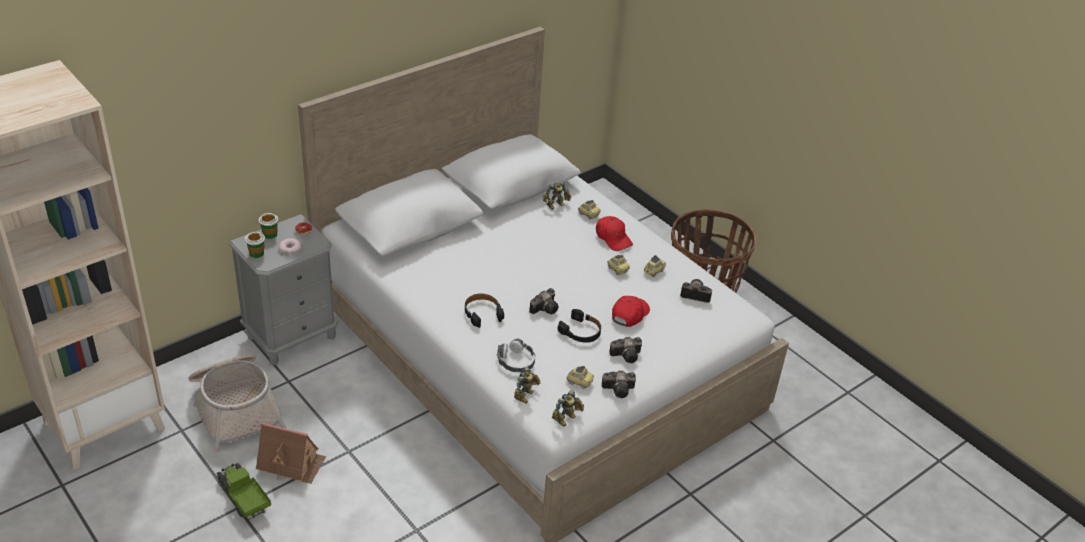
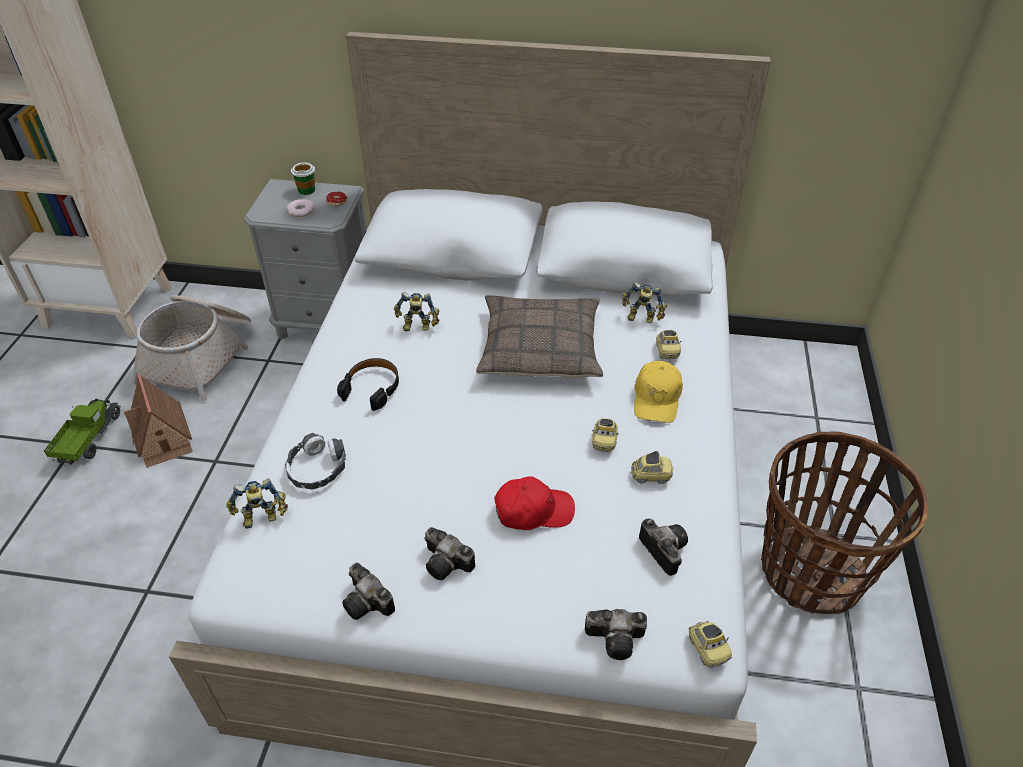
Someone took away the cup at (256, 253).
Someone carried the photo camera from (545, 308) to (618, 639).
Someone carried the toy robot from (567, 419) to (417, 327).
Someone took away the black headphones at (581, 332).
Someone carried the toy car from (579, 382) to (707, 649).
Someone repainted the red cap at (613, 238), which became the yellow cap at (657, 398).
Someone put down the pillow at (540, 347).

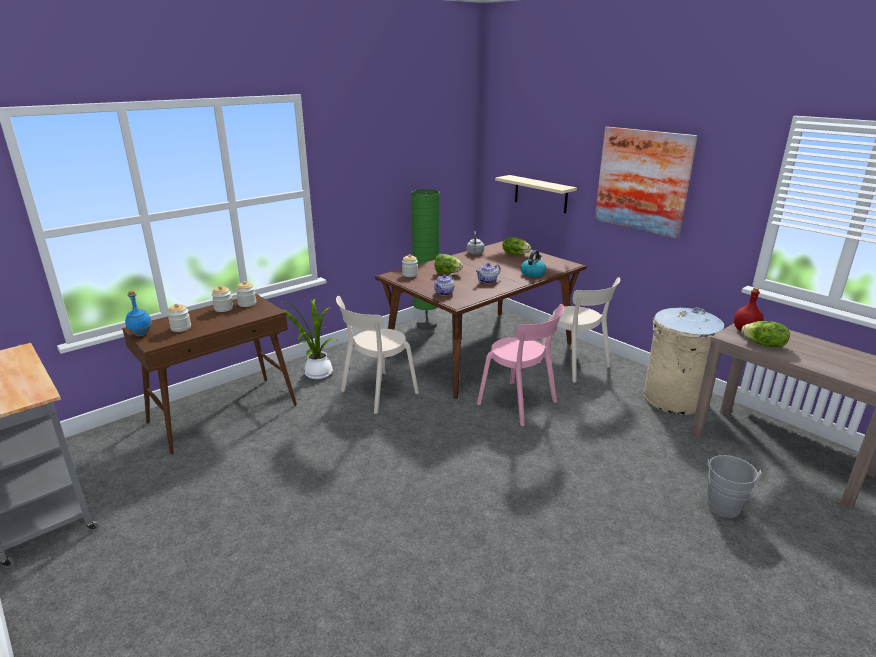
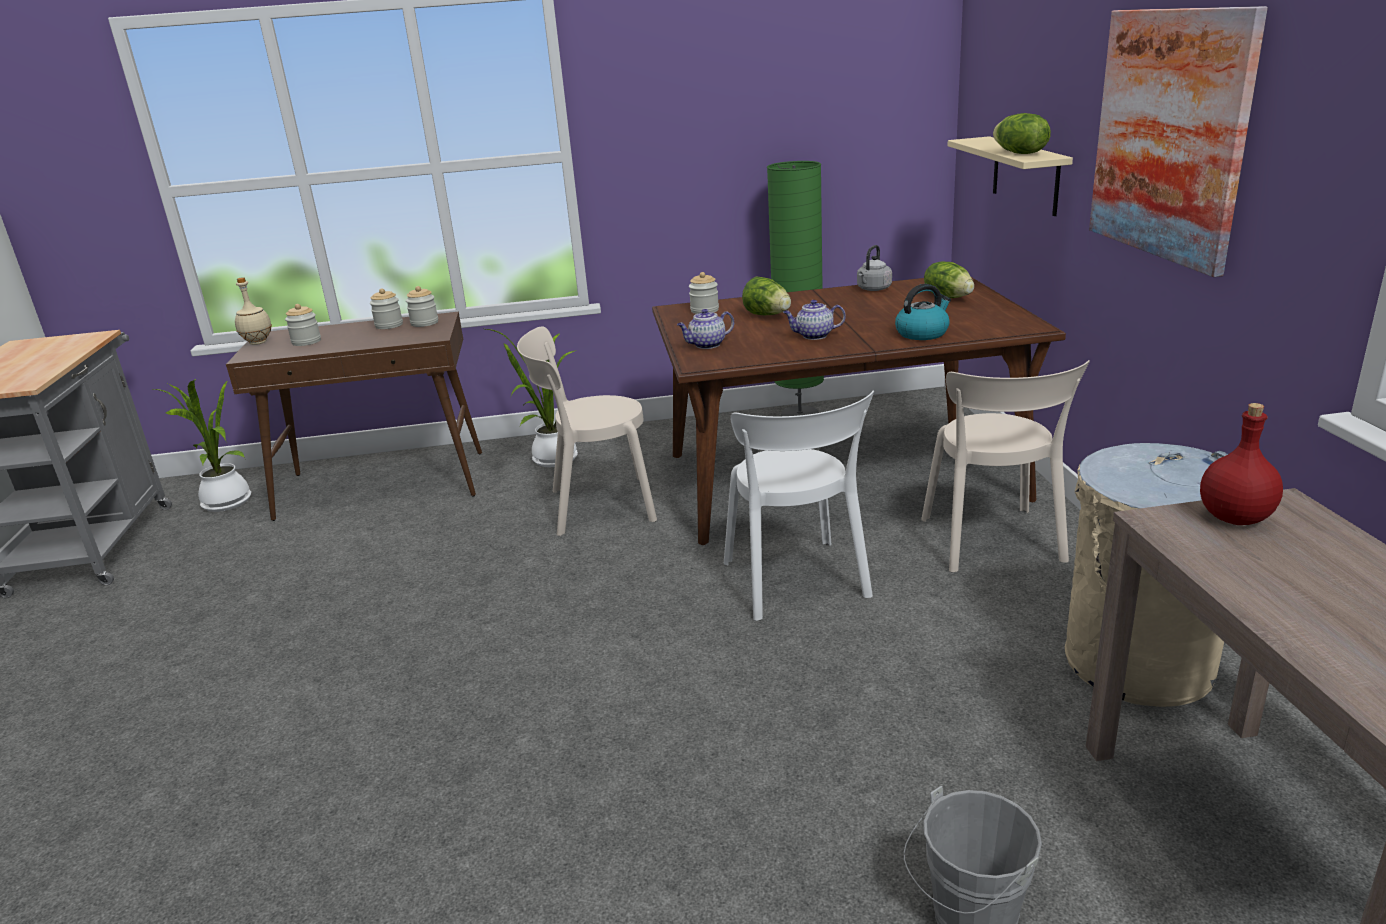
Someone repainted the blue bottle at (141, 334), which became the beige bottle at (257, 343).
Someone repainted the pink chair at (520, 404), which became the white chair at (797, 583).
Someone carried the lettuce from (764, 344) to (1019, 153).
Someone put down the potted plant at (227, 504).

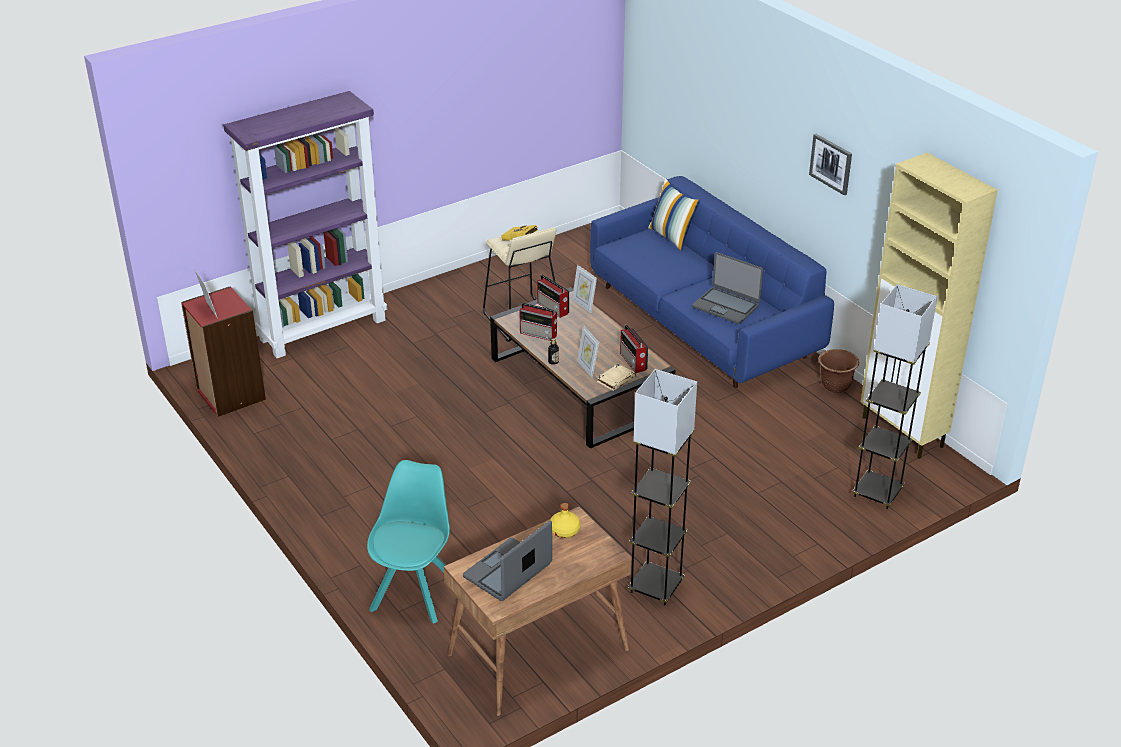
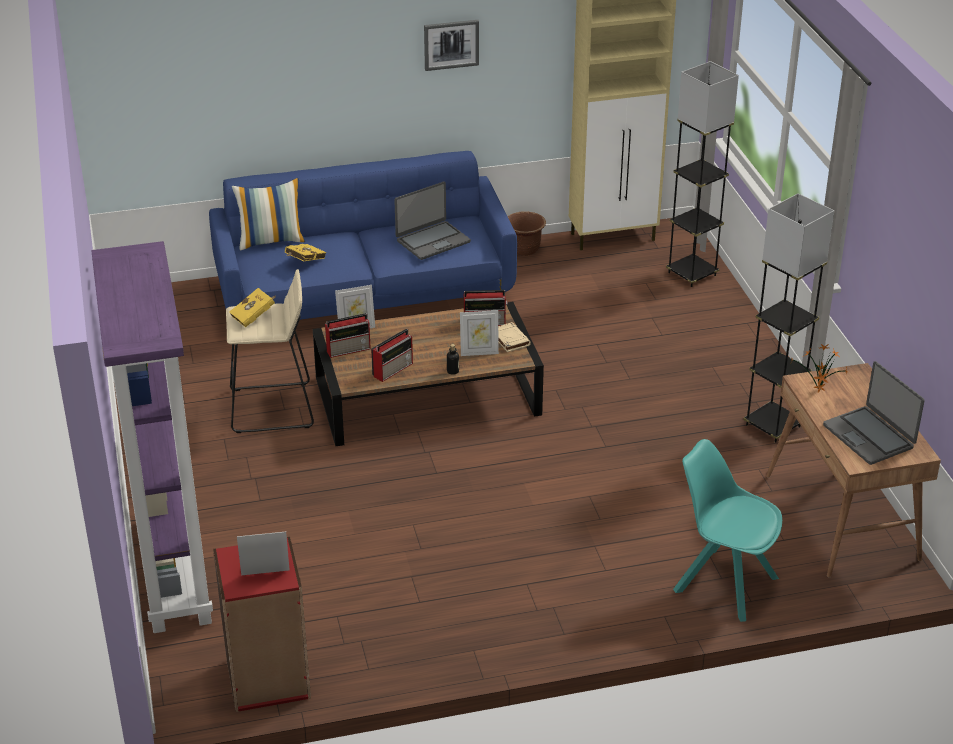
Someone swapped the yellow bottle at (564, 531) for the potted plant at (818, 391).
Someone put down the yellow book at (304, 262).

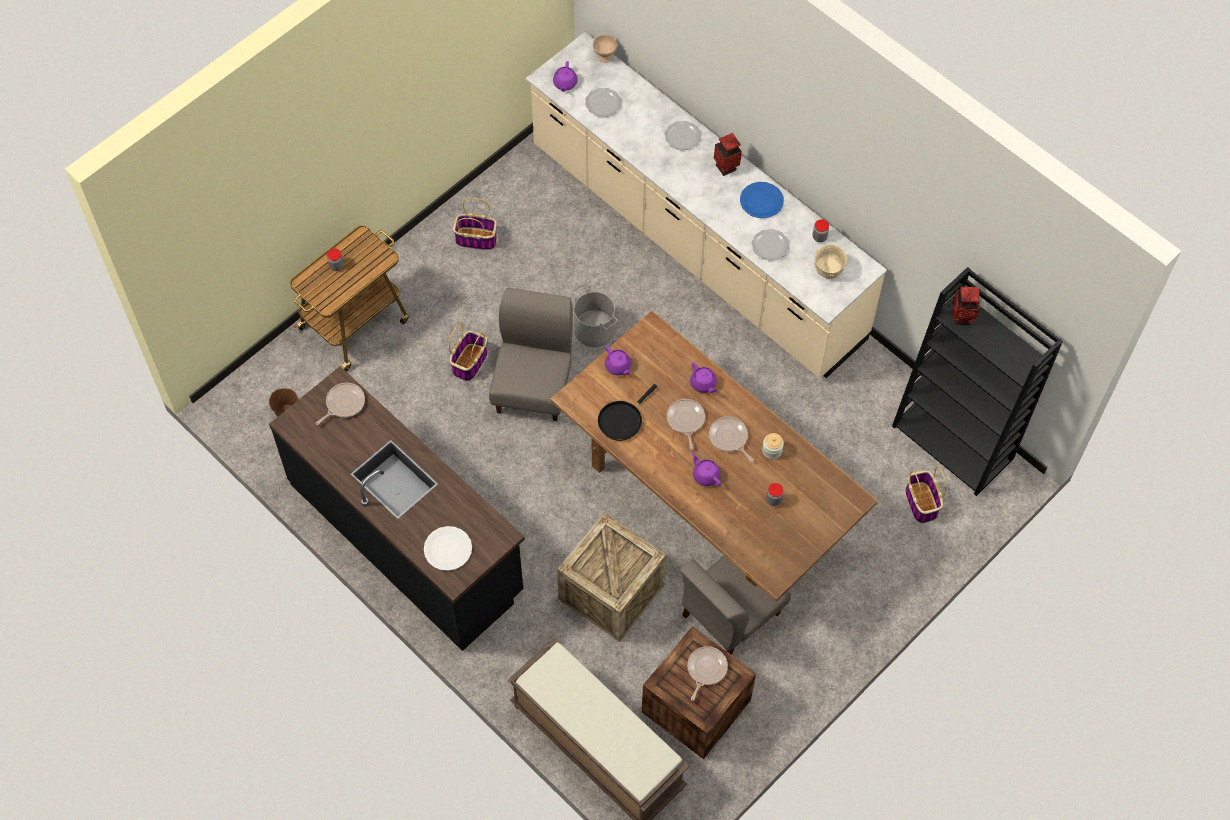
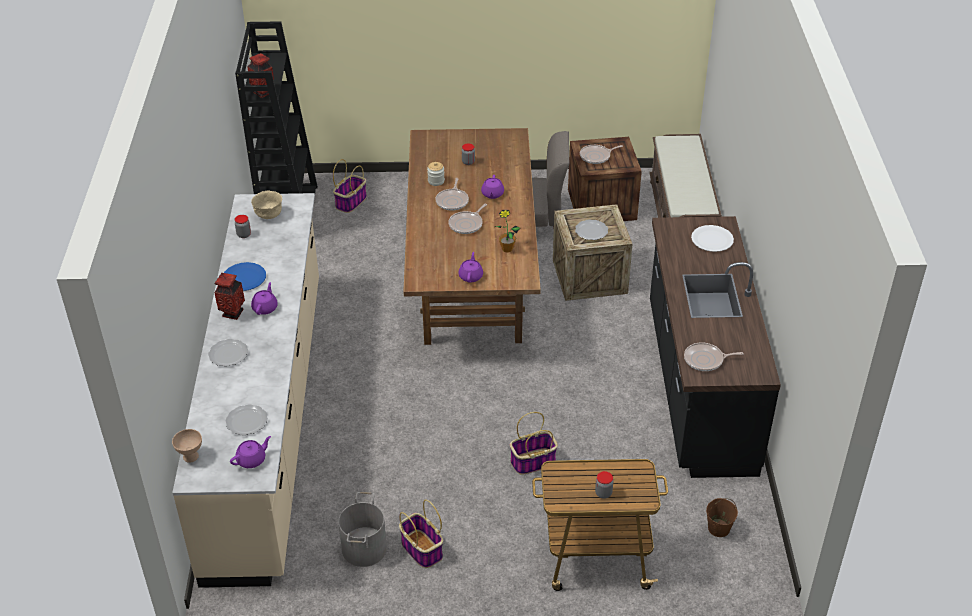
Someone took away the grey chair at (534, 387).
Someone carried the grey bucket from (595, 329) to (363, 548).
Someone swapped the black frying pan at (622, 420) for the potted plant at (507, 249).
Someone carried the purple teapot from (703, 384) to (265, 308).
Someone carried the plate from (770, 246) to (591, 231).

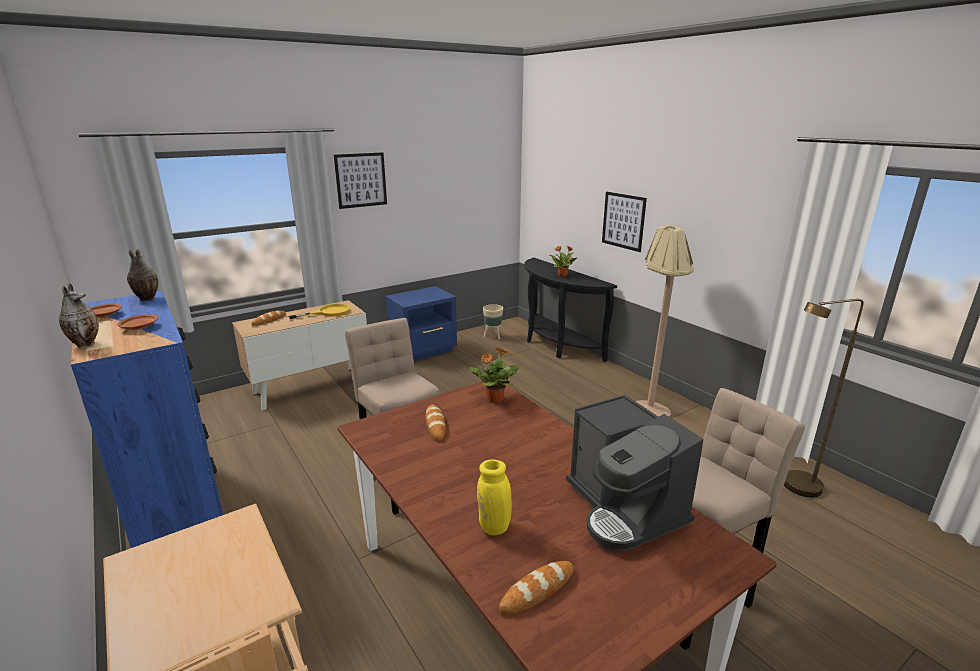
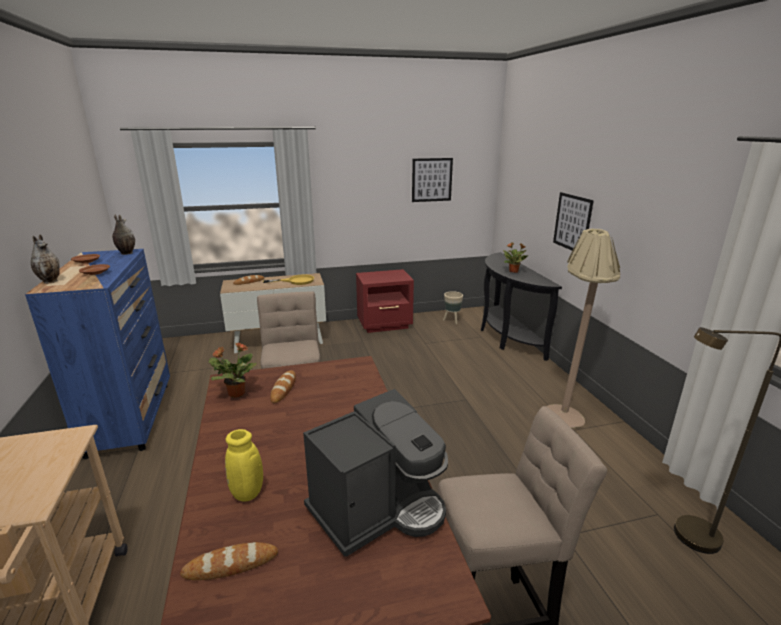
Someone carried the picture from (361, 180) to (432, 180).
Someone repainted the blue nightstand at (424, 350), which became the red nightstand at (385, 324).
Someone carried the potted plant from (494, 399) to (236, 393).
Someone rotated the coffee machine at (624, 508) by 120 degrees counterclockwise.

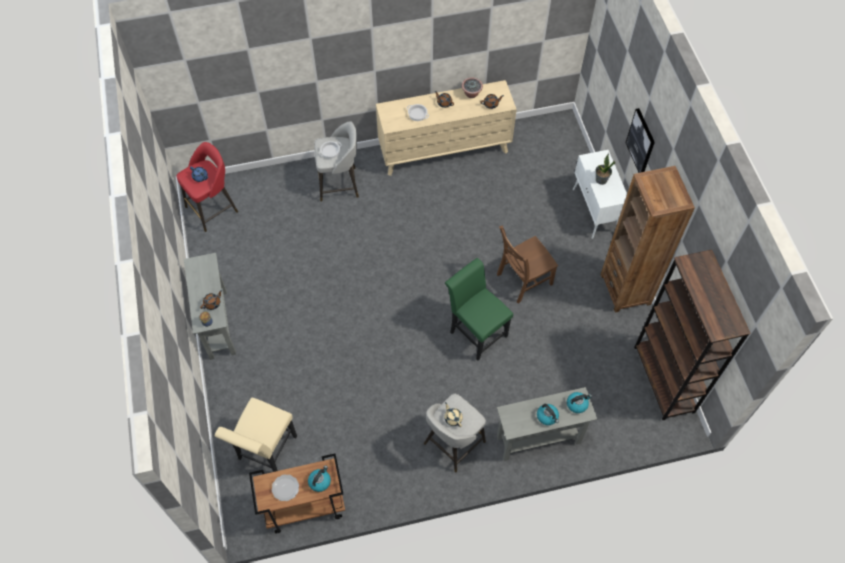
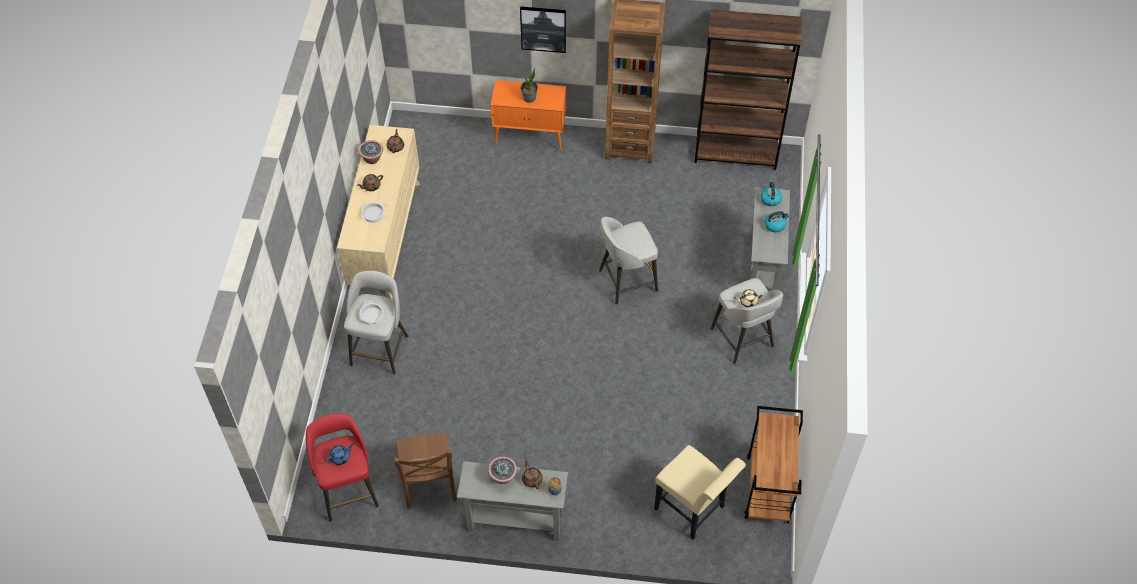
Someone took away the plate at (285, 488).
Someone took away the kettle at (320, 481).
Someone swapped the green chair at (475, 331) for the grey stool at (626, 281).
Someone carried the brown chair from (522, 280) to (429, 484).
Someone repainted the white cabinet at (595, 211), which became the orange cabinet at (530, 137).
Someone put down the potted plant at (503, 477).

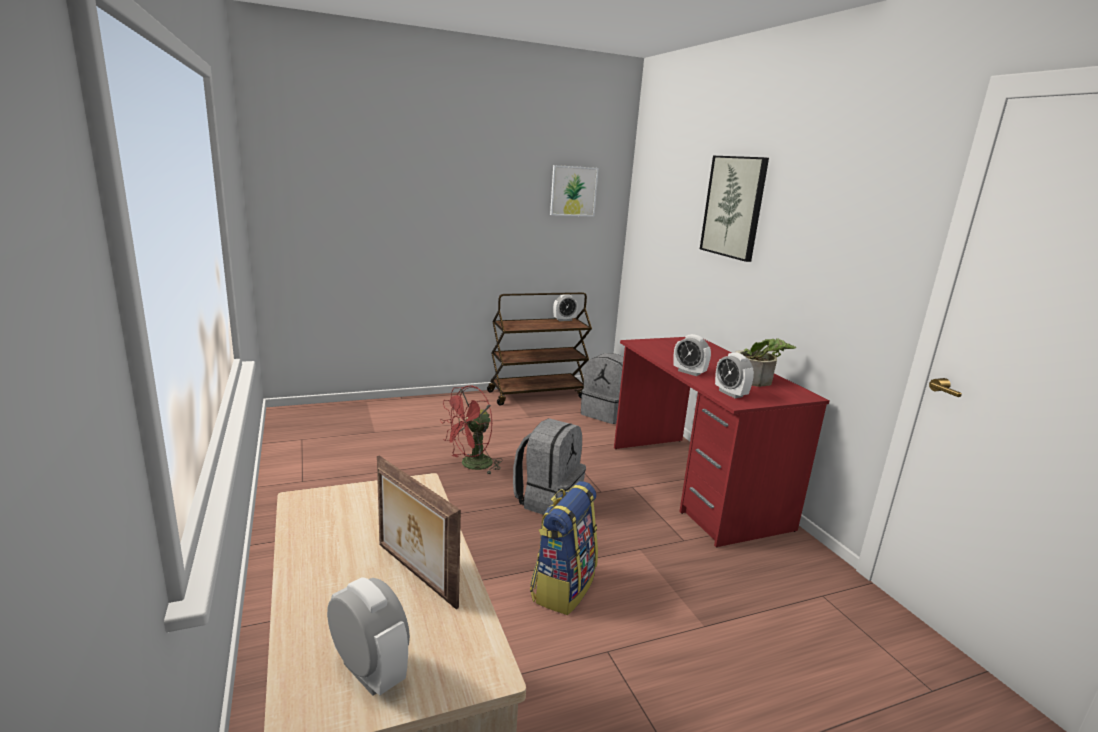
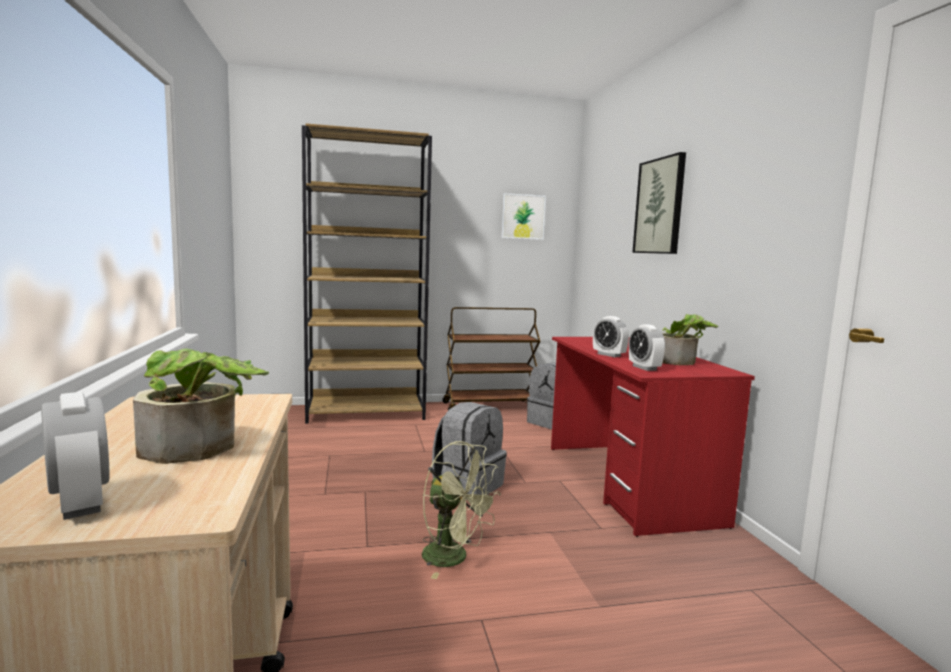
Someone swapped the picture frame at (414, 575) for the potted plant at (199, 448).
Someone took away the red fan at (471, 465).
Someone swapped the backpack at (562, 587) for the green fan at (454, 558).
Someone took away the alarm clock at (564, 320).
Someone put down the brown bookcase at (367, 412).

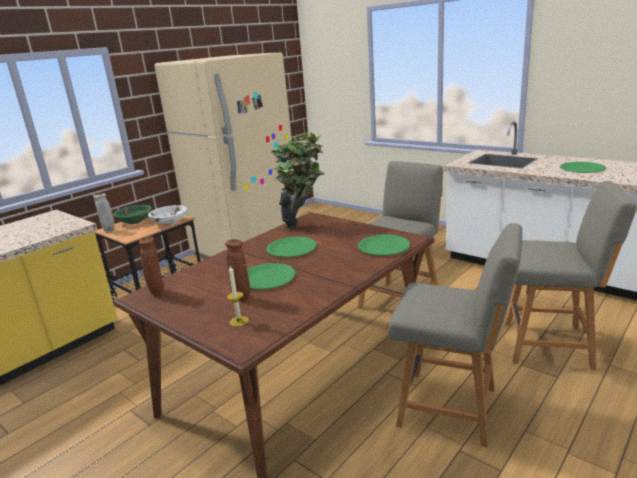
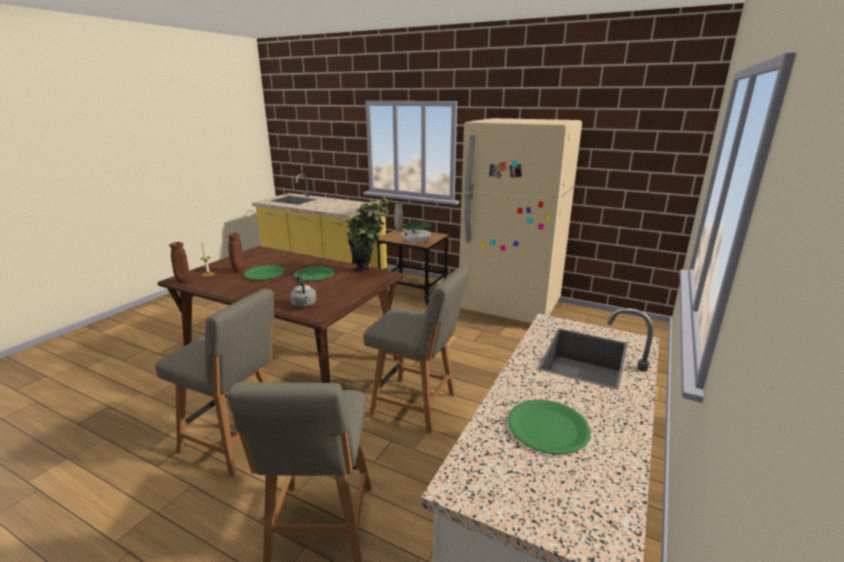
Someone carried the brown vase from (157, 292) to (183, 282).
Someone swapped the green plate at (384, 246) for the grey kettle at (304, 305).
Someone rotated the grey chair at (452, 408) by 75 degrees counterclockwise.

